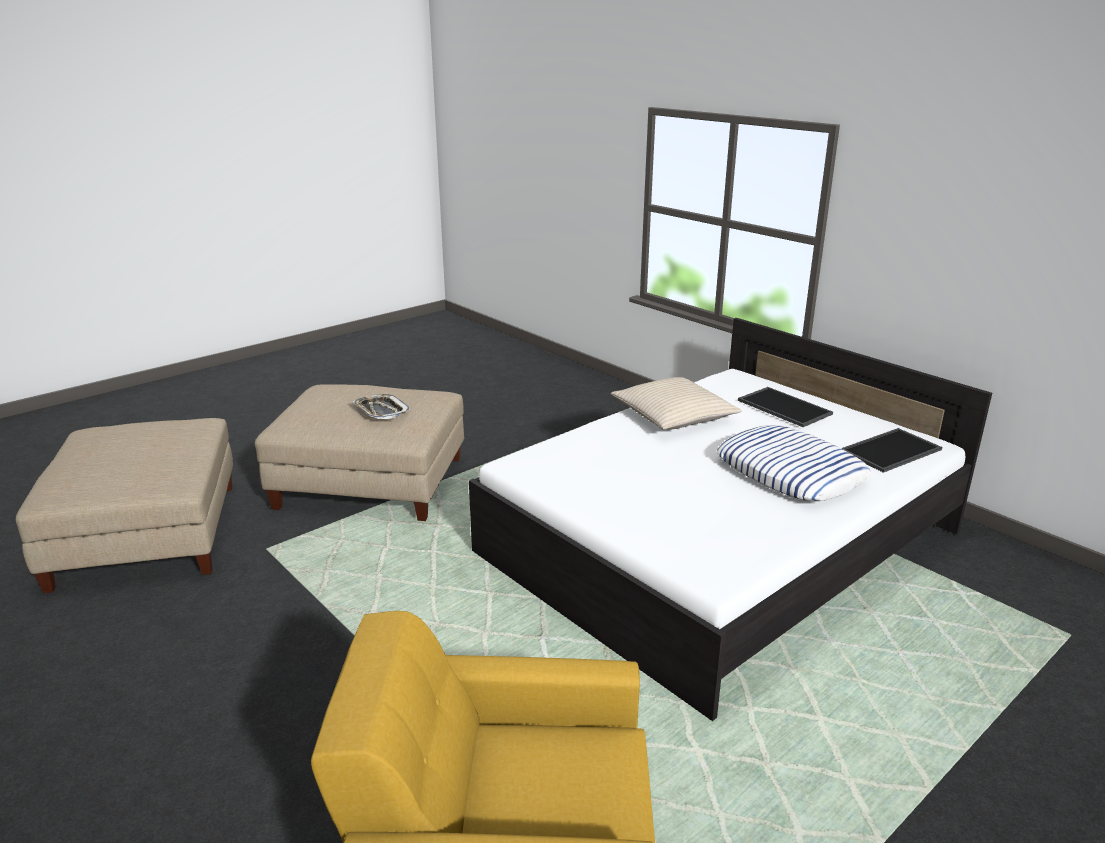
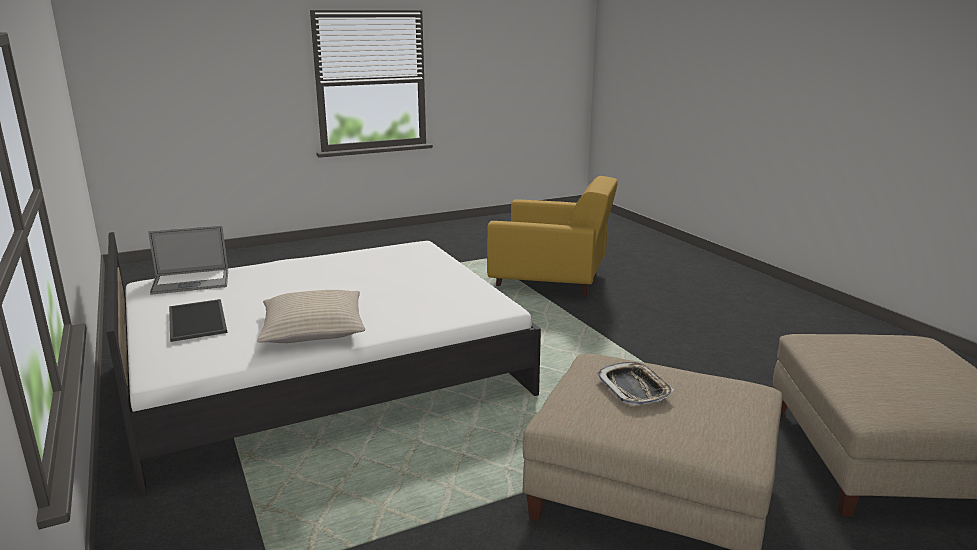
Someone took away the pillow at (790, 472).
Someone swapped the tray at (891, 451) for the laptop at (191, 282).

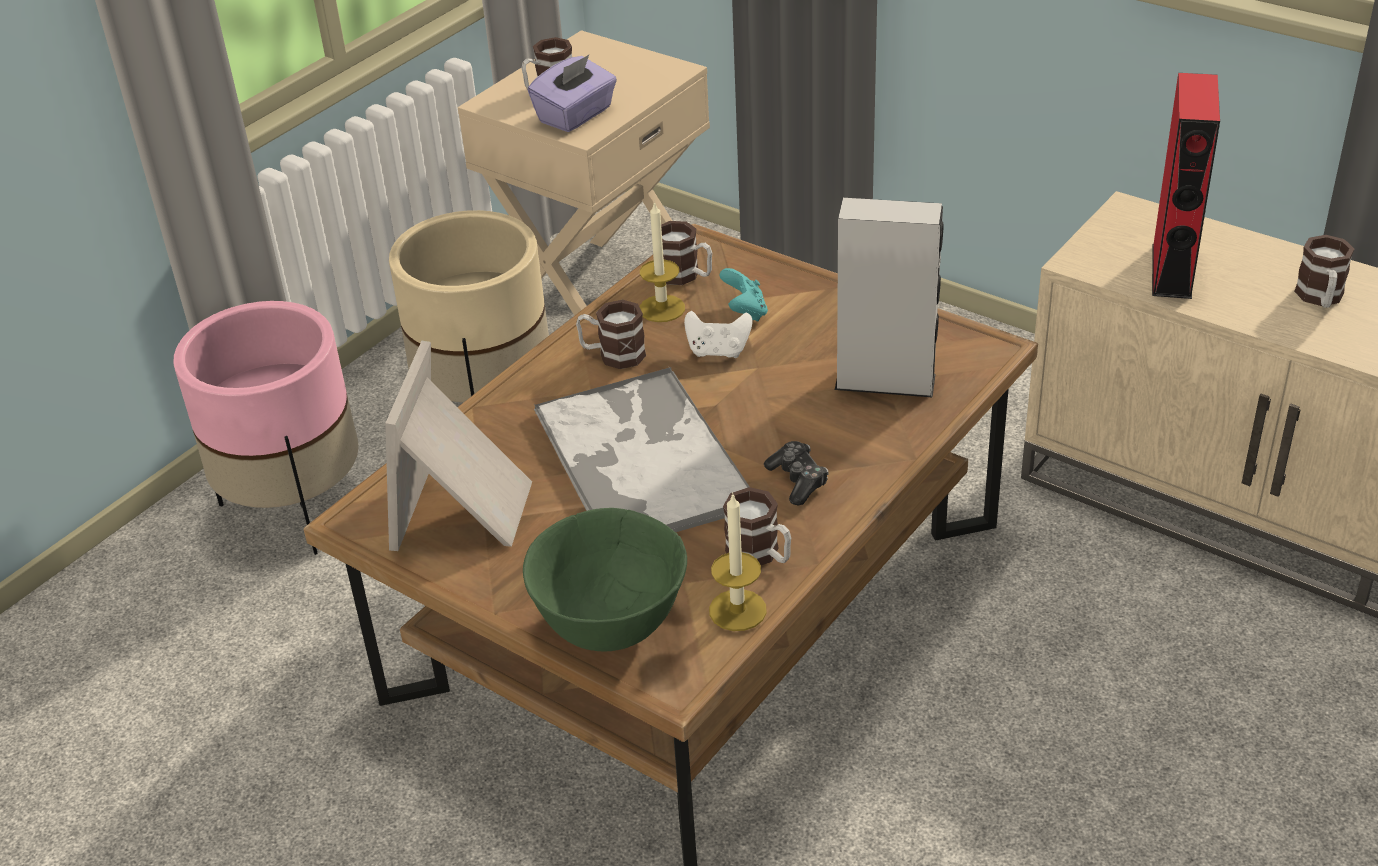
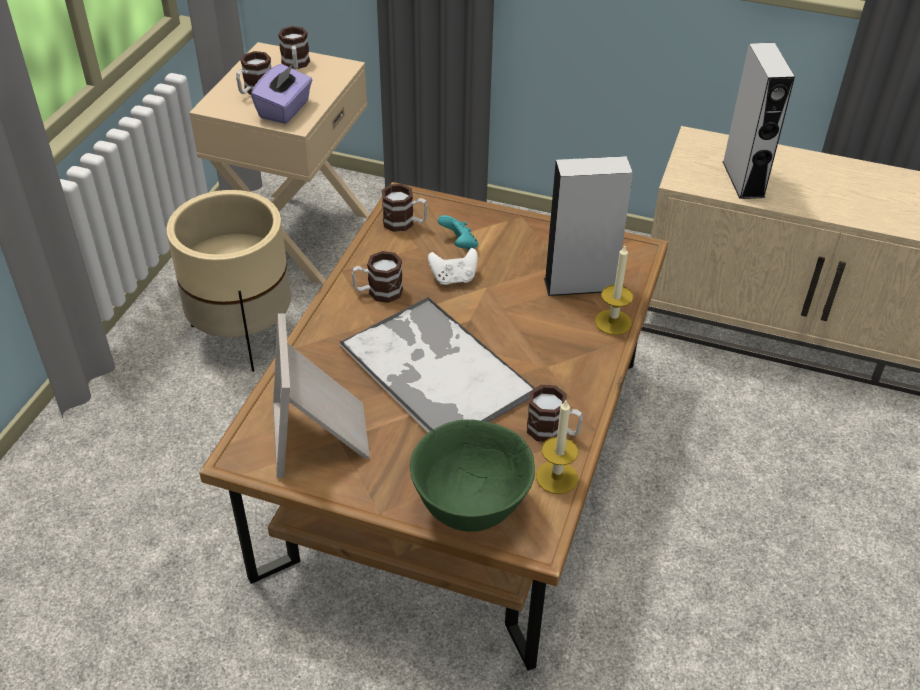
Someone took away the pink planter at (295, 507).
Someone carried the candle from (662, 308) to (613, 322).
Someone took away the game controller at (798, 480).
Someone repainted the red speaker at (1171, 270), which became the grey speaker at (743, 179).
Someone carried the mug from (1320, 298) to (295, 65).

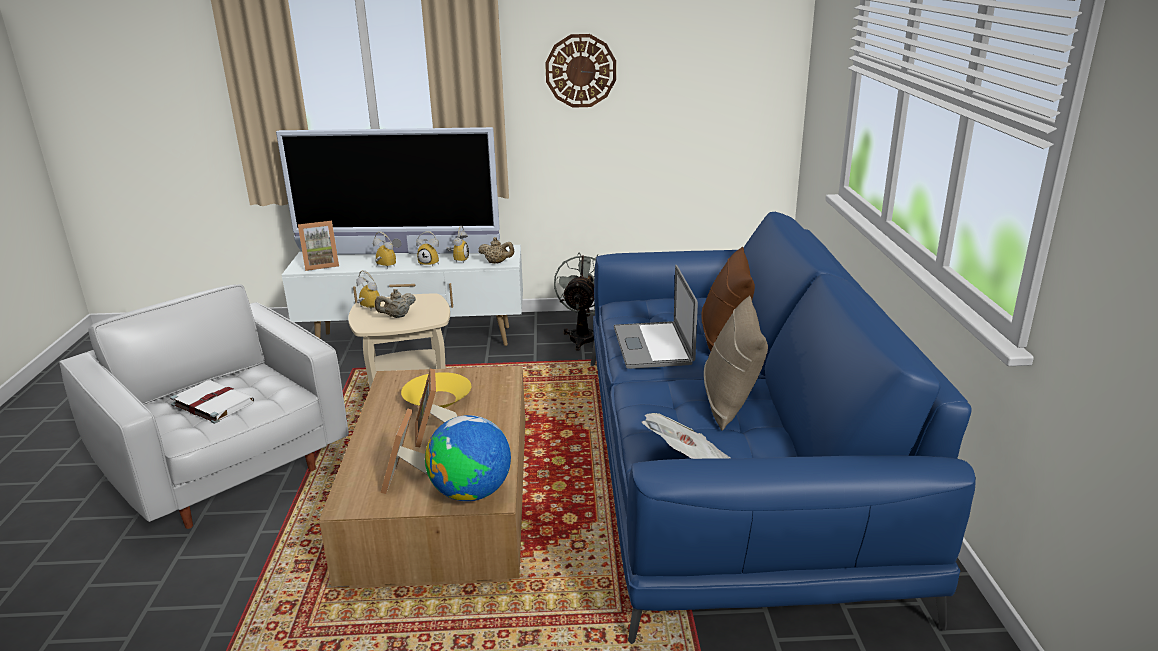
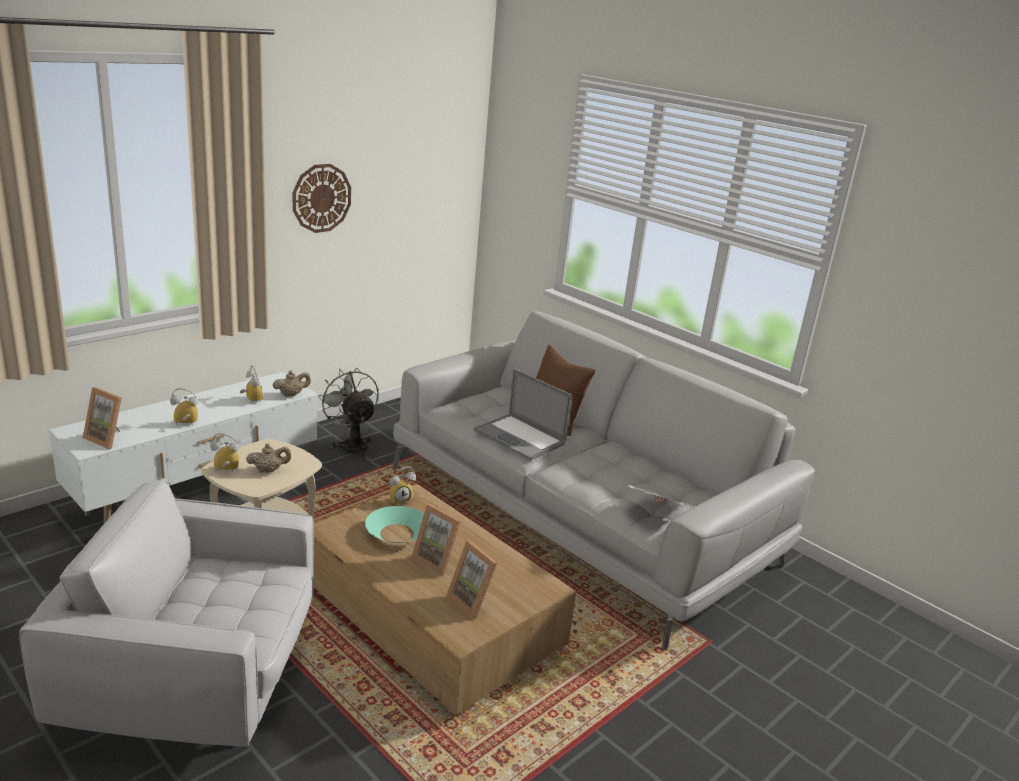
Someone took away the white book at (212, 403).
Someone took away the television at (398, 253).
Someone rotated the picture frame at (321, 265) by 90 degrees clockwise.
Someone rotated the beige teapot at (397, 316) by 120 degrees counterclockwise.
Someone repainted the yellow bowl at (438, 400), which became the turquoise bowl at (397, 533).
Someone carried the alarm clock from (431, 263) to (400, 499).
Someone took away the globe at (471, 493).
Someone repainted the blue sofa at (727, 468), which became the grey sofa at (580, 516).
Someone took away the beige pillow at (730, 403).

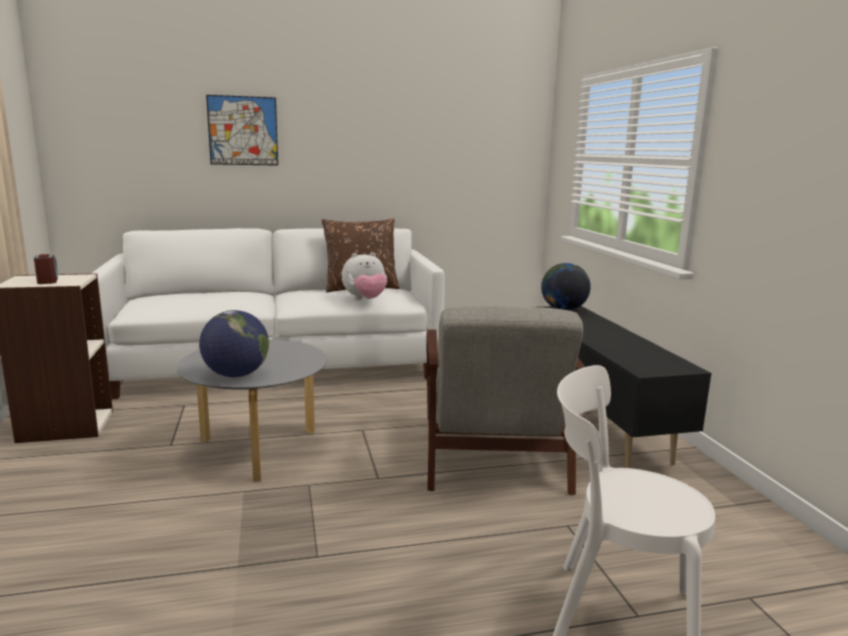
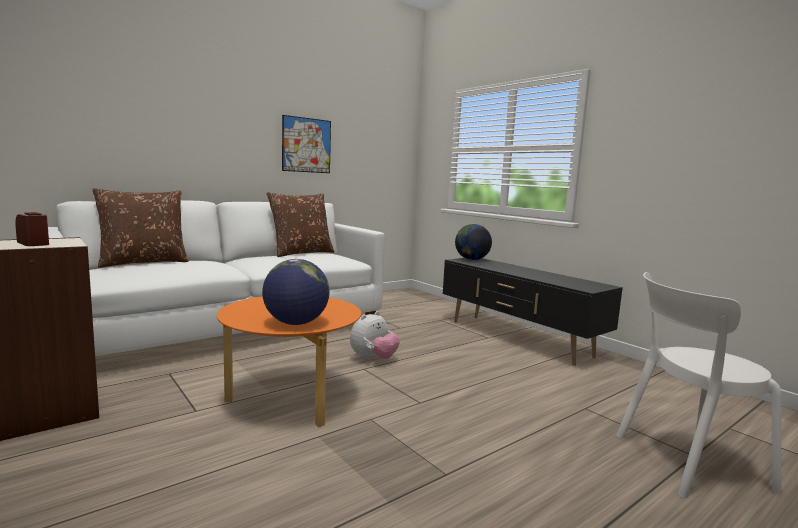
Someone repainted the grey coffee table at (258, 449), which became the orange coffee table at (290, 399).
Someone carried the picture from (243, 131) to (306, 145).
Someone carried the plush toy from (365, 300) to (373, 359).
Someone took away the grey armchair at (493, 454).
Someone put down the brown pillow at (144, 262).

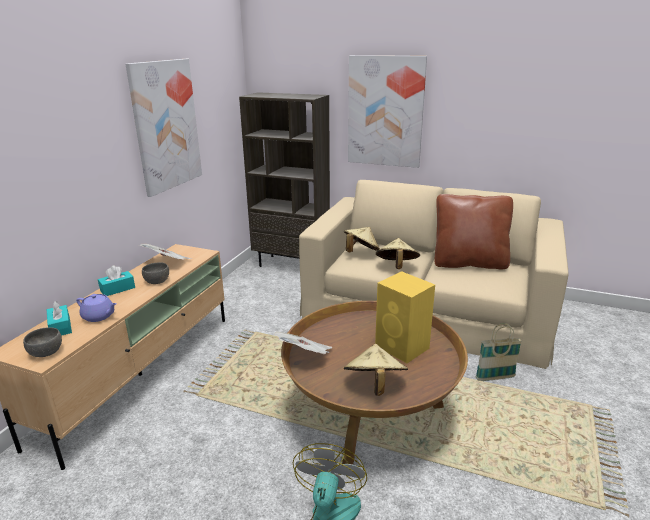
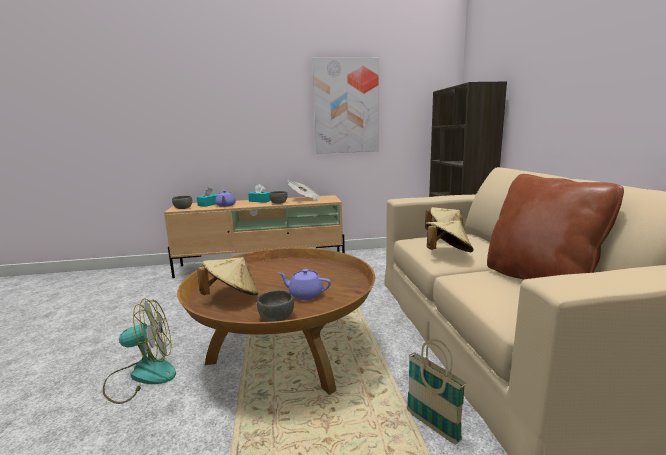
Someone took away the newspaper at (305, 356).
Someone took away the picture at (385, 112).
Someone swapped the yellow speaker at (403, 347) for the purple teapot at (305, 294).
Someone put down the grey bowl at (277, 317).

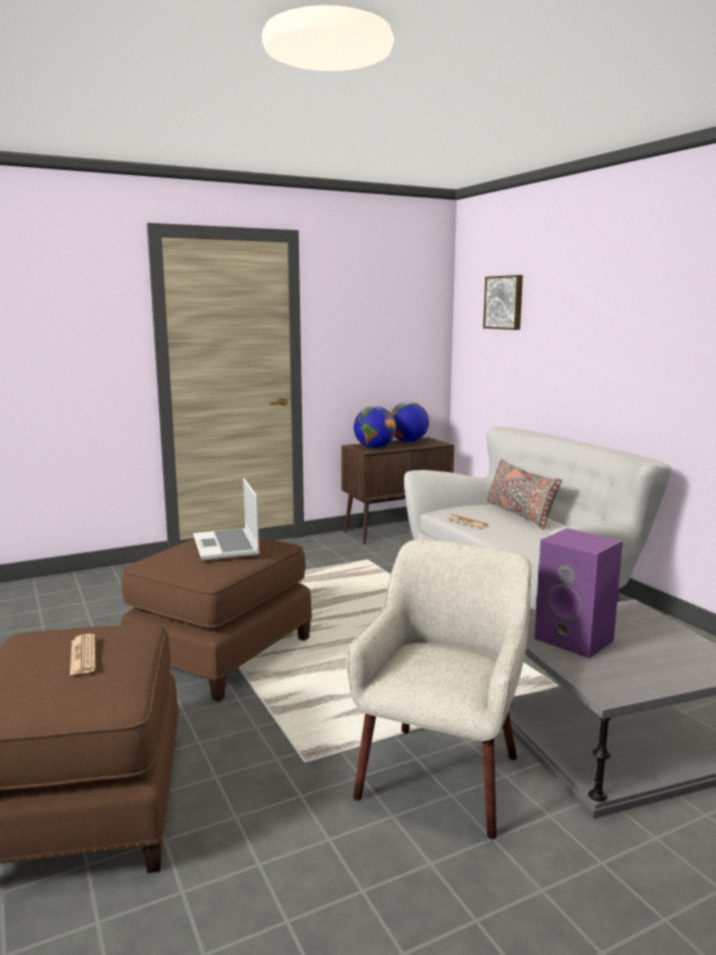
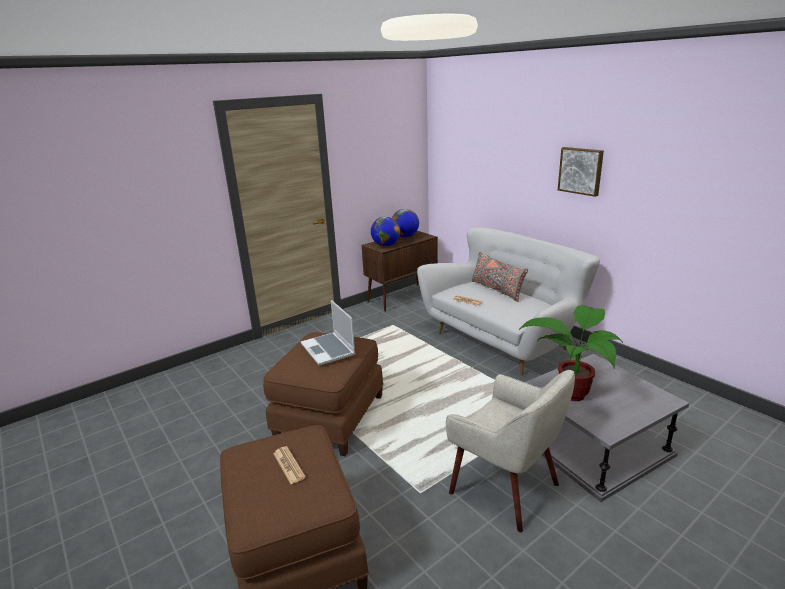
Someone rotated the beige armchair at (442, 776) by 120 degrees clockwise.
Someone carried the picture from (504, 302) to (581, 171).
Someone swapped the purple speaker at (576, 639) for the potted plant at (573, 392).

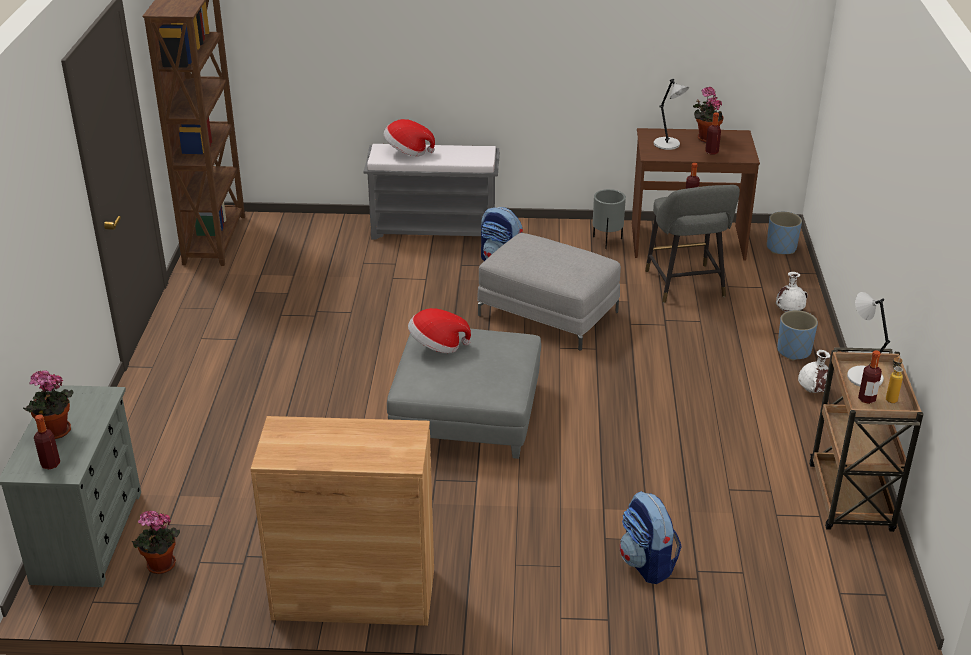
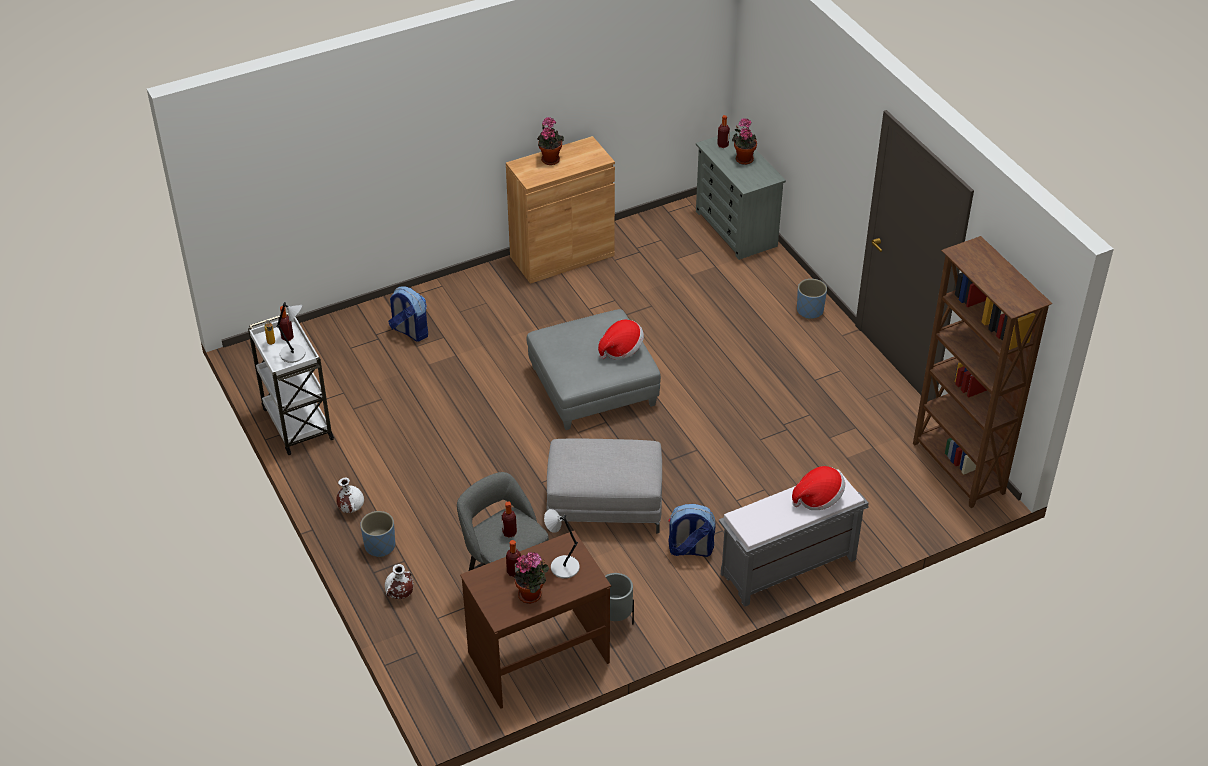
Someone carried the potted plant from (160, 567) to (550, 159).
Someone carried the blue planter from (781, 248) to (809, 310).
Someone repainted the brown cart at (851, 499), which became the white cart at (297, 422).

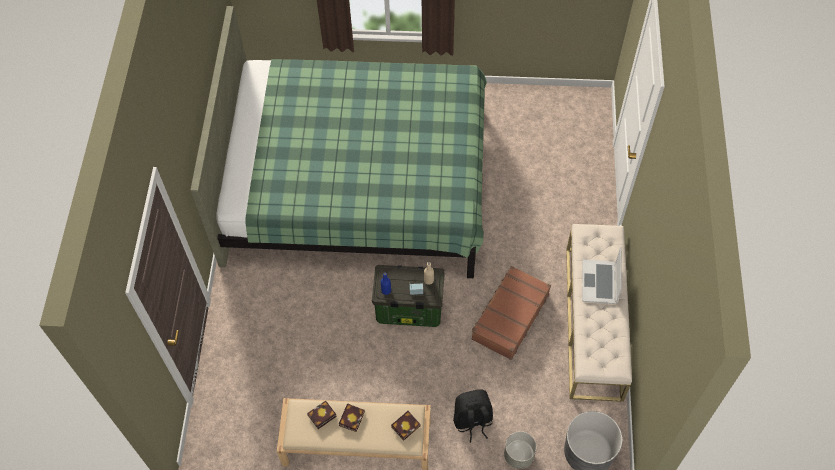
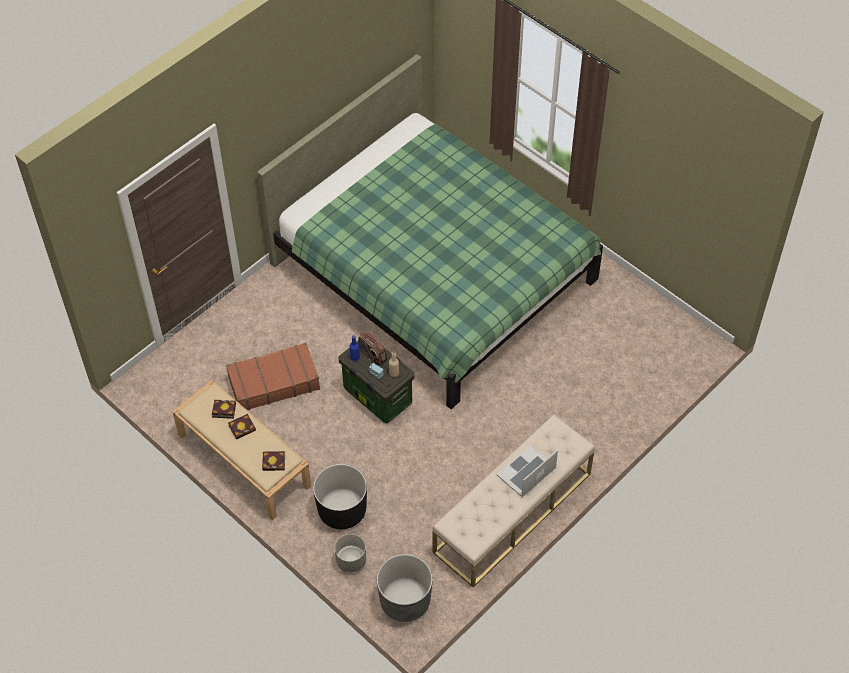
Someone swapped the black backpack at (472, 421) for the black planter at (342, 510).
Someone carried the brown suitcase from (509, 317) to (273, 383).
Someone put down the radio at (372, 354).

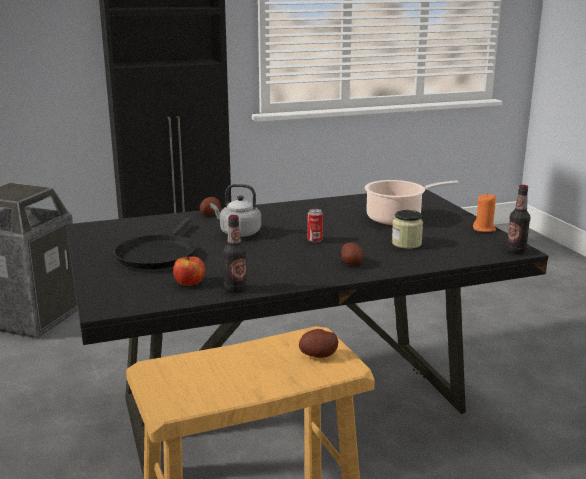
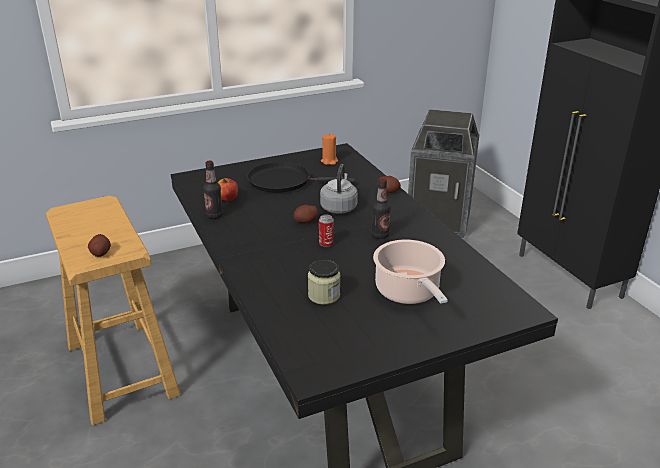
Someone carried the potato from (352, 263) to (306, 221).
Someone carried the orange candle from (484, 229) to (329, 161).
Someone carried the bottle from (516, 251) to (380, 235).

